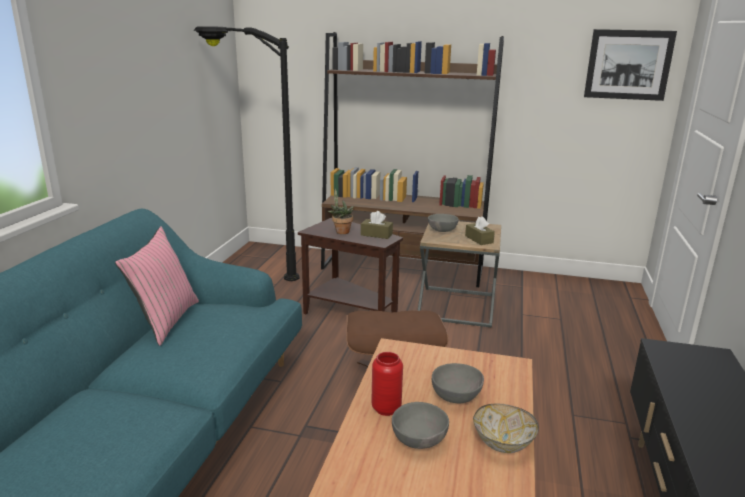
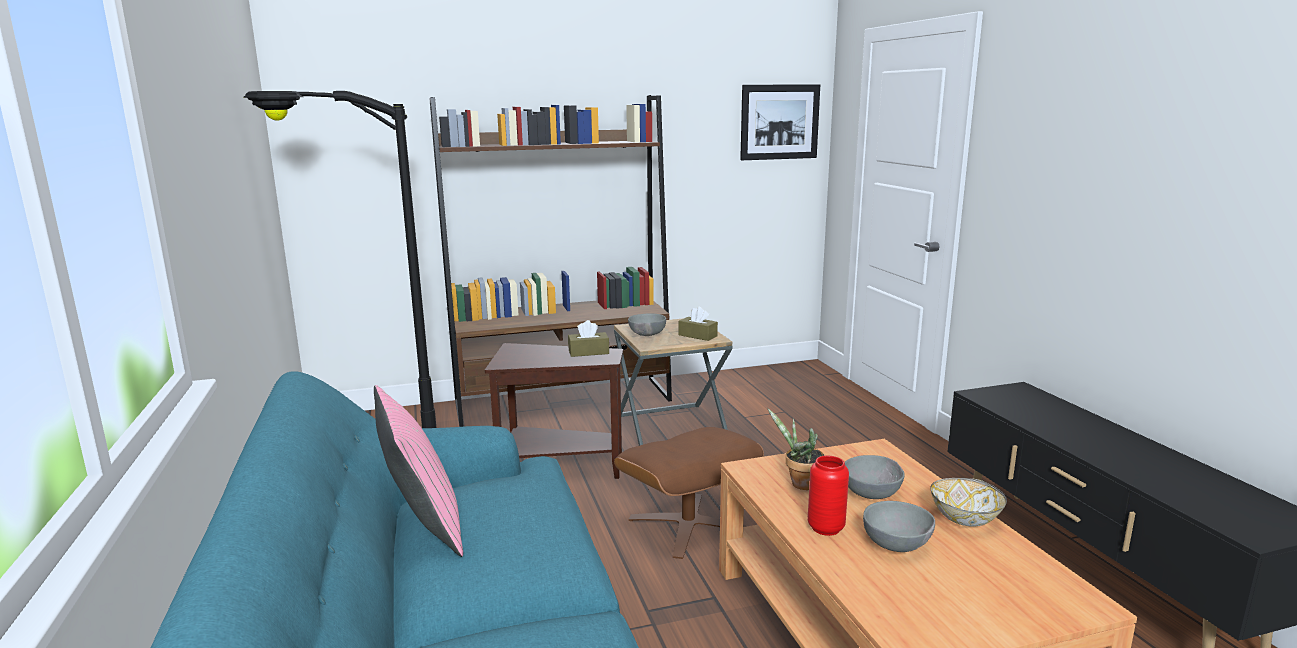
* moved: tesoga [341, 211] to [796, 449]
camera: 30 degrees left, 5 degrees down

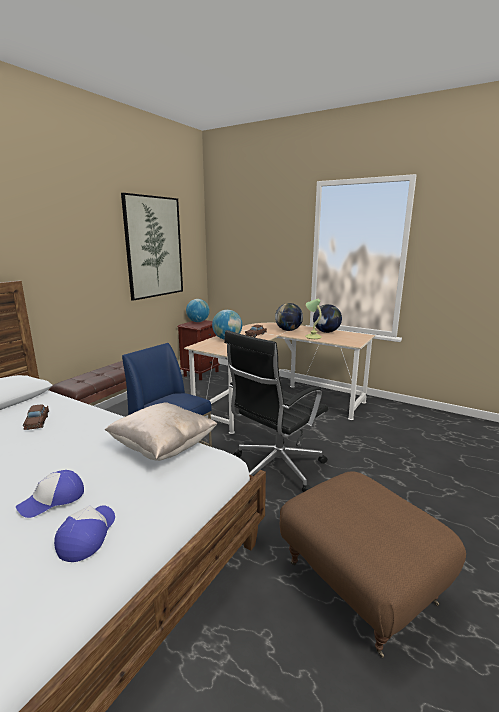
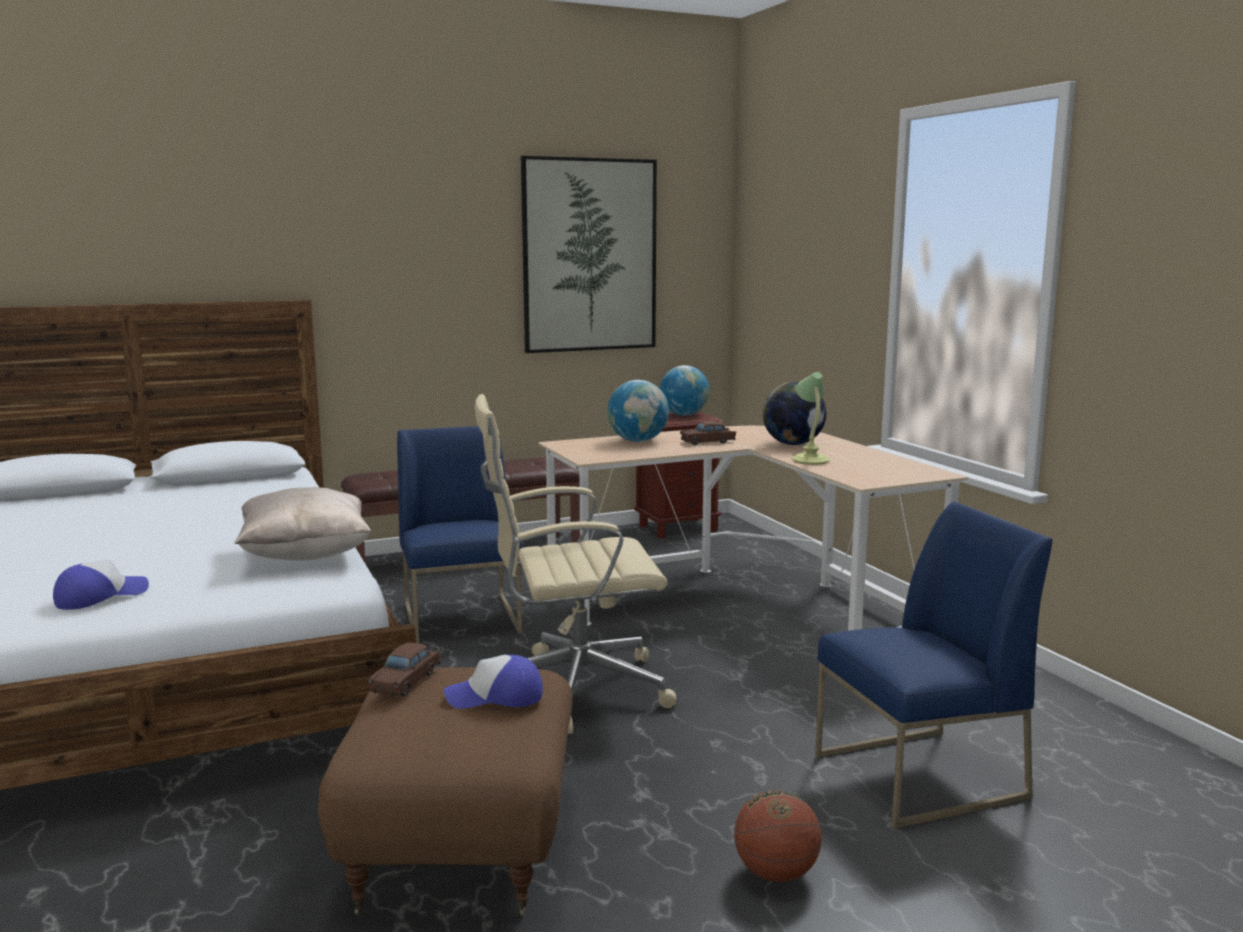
* removed: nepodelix [327, 318]
* recoloured: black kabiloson [276, 411] to beige kabiloson [575, 564]
* moved: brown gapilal [36, 417] to [404, 669]
* moved: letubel [50, 494] to [493, 681]
* added: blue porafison [934, 665]
* added: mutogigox [778, 836]
camera: 35 degrees right, 5 degrees down

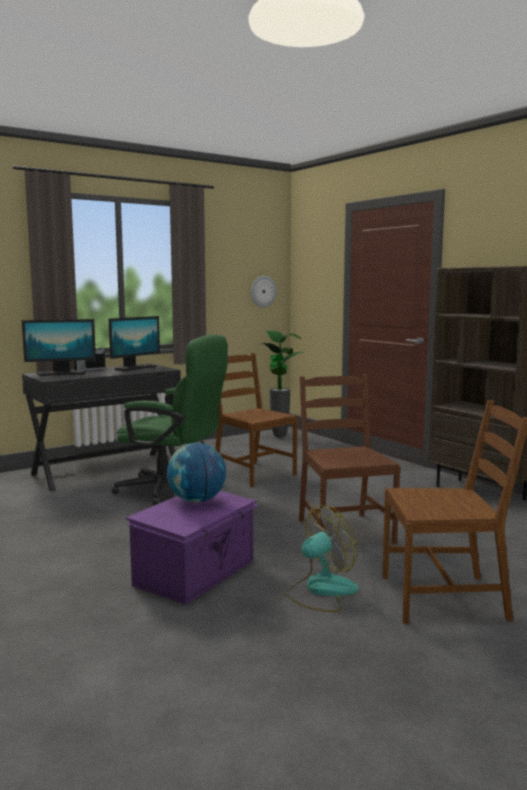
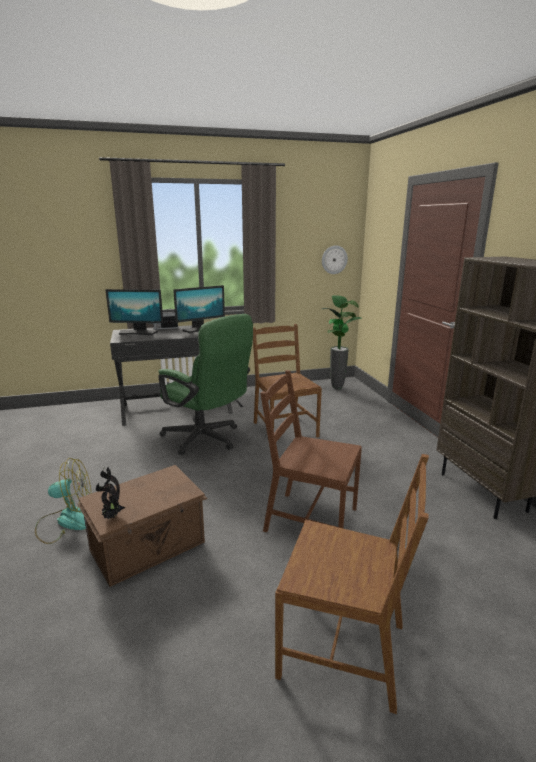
* turned: brown porafison [349, 459] = [311, 451] 75 degrees counterclockwise
* removed: nepodelix [196, 472]
* recoloured: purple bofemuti [192, 547] to brown bofemuti [142, 526]
* moved: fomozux [322, 558] to [63, 501]
* added: tesoga [110, 493]
camera: 20 degrees right, 10 degrees up

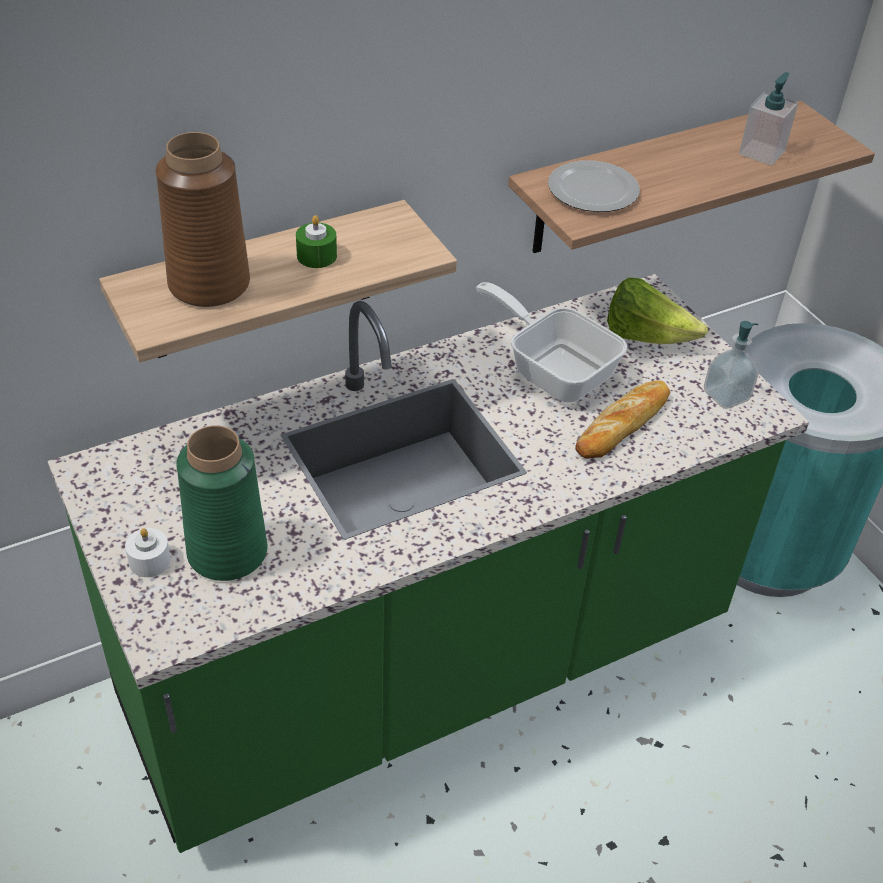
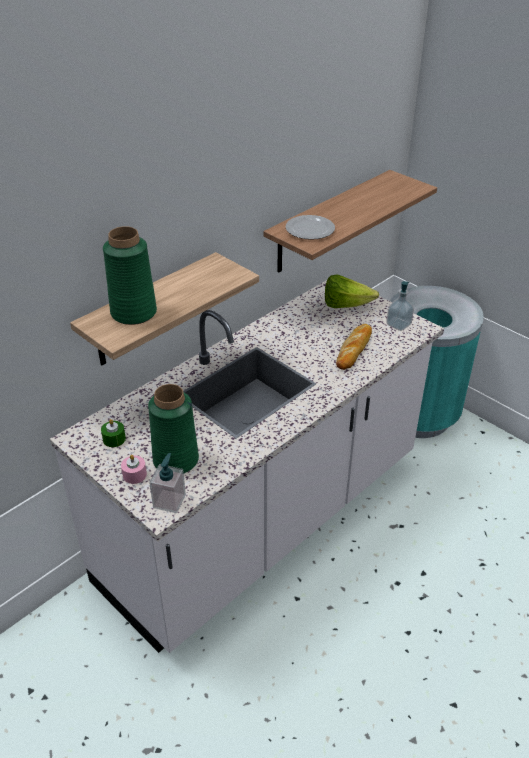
* moved: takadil [768, 119] to [167, 483]
* recoloured: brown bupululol [203, 219] to green bupululol [130, 275]
* moved: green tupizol [316, 241] to [113, 433]
* recoloured: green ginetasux [428, 563] to white ginetasux [247, 466]
* removed: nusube [551, 342]
* recoloured: white tupizol [148, 552] to pink tupizol [134, 469]
camera: 15 degrees left, 5 degrees down

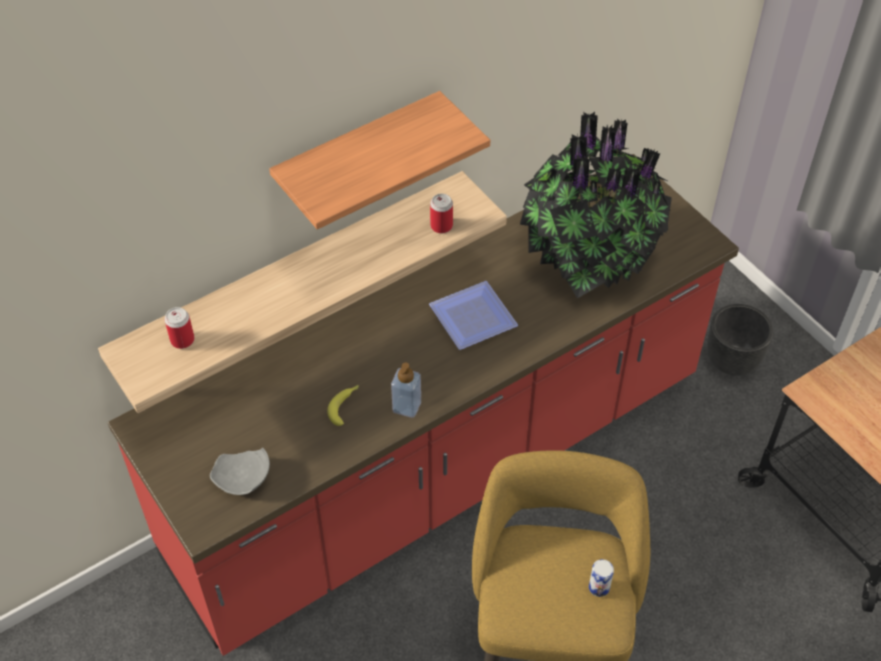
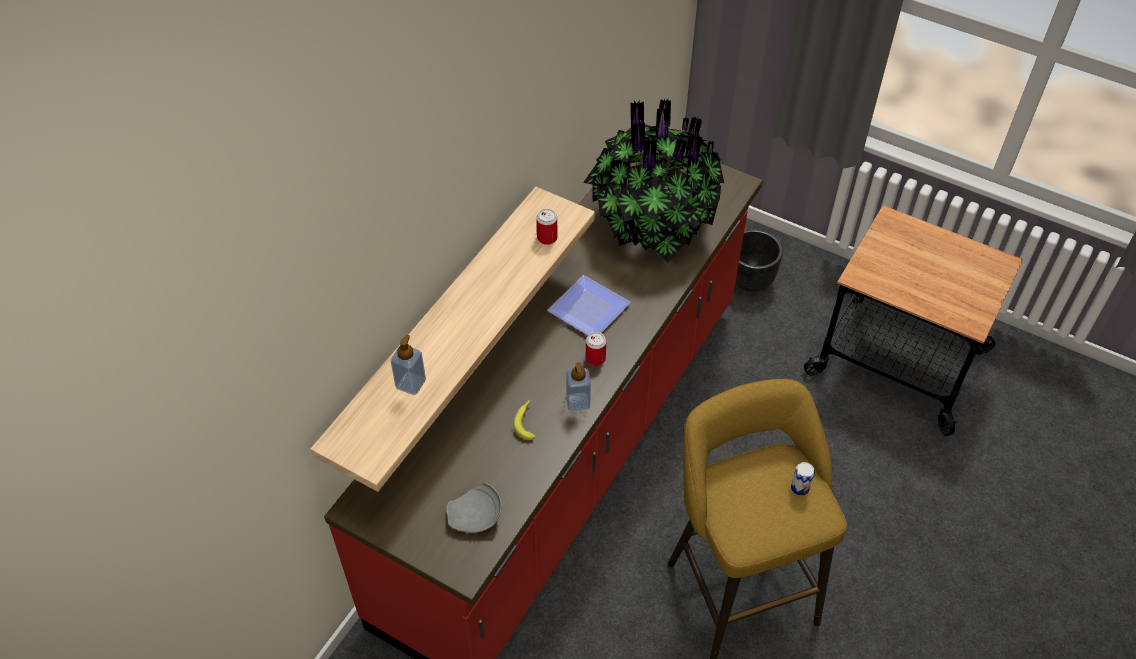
* removed: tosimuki [379, 160]
* moved: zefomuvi [180, 328] to [596, 349]
* added: takadil [408, 365]
camera: 25 degrees left, 0 degrees up

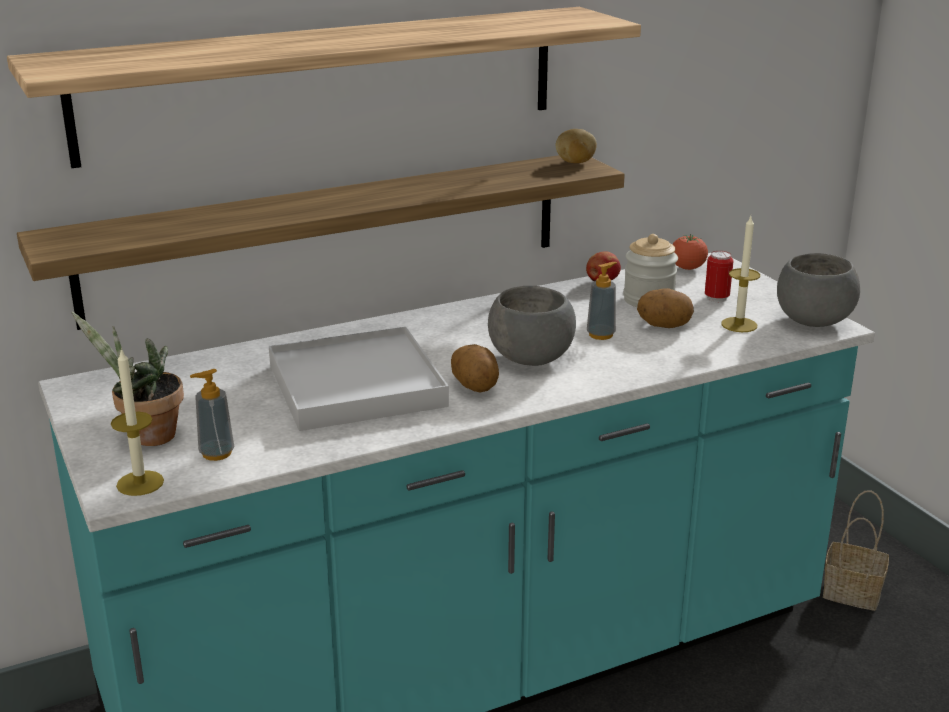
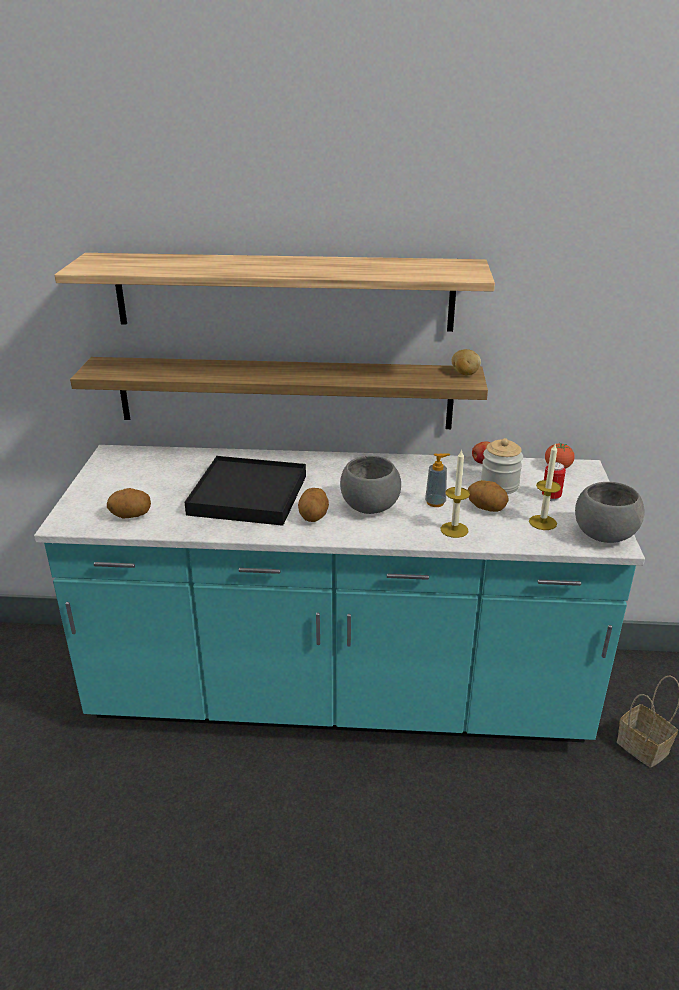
* removed: tesoga [128, 379]
* recoloured: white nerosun [359, 379] to black nerosun [245, 491]
* moved: tupizol [137, 422] to [455, 493]
* replaced: takadil [212, 415] to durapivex [129, 503]
camera: 30 degrees right, 5 degrees up

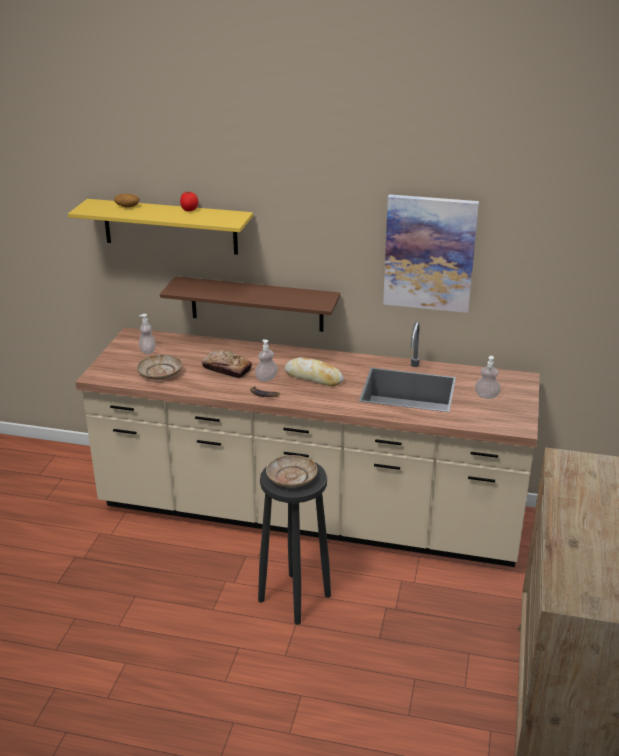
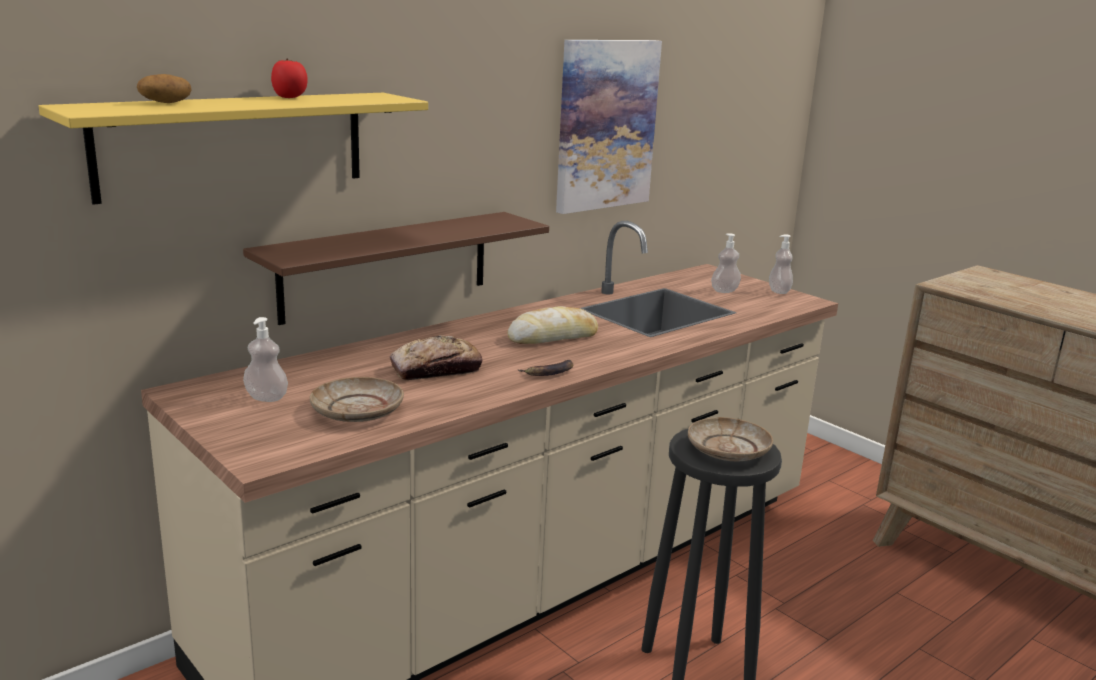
* moved: takadil [266, 360] to [781, 264]
camera: 55 degrees left, 10 degrees down

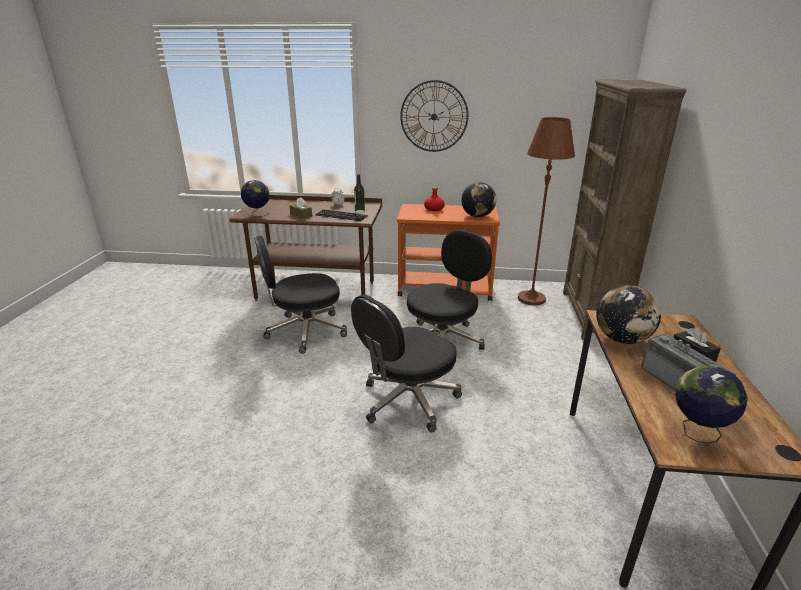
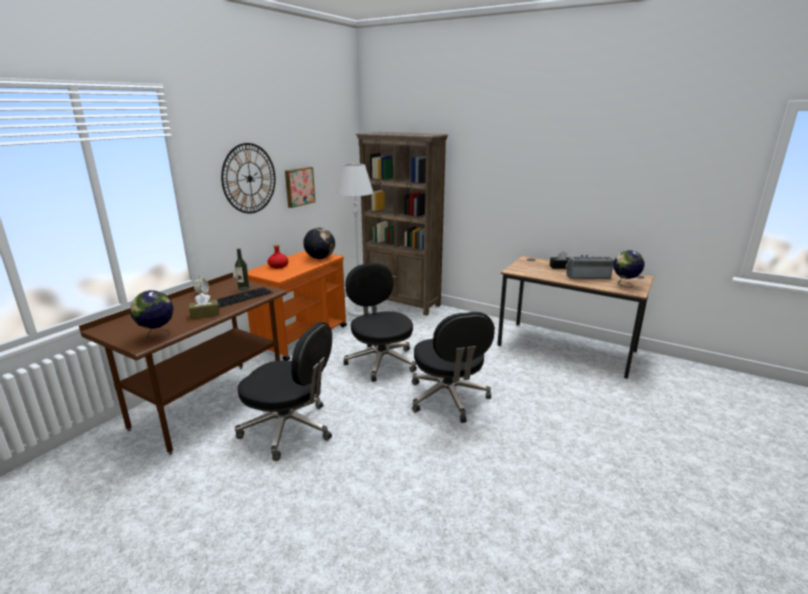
* recoloured: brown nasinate [546, 211] to white nasinate [354, 240]
* turned: black kabiloson [300, 294] = [283, 391] 75 degrees counterclockwise
* removed: nepodelix [628, 314]
* added: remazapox [300, 187]
camera: 65 degrees left, 5 degrees down

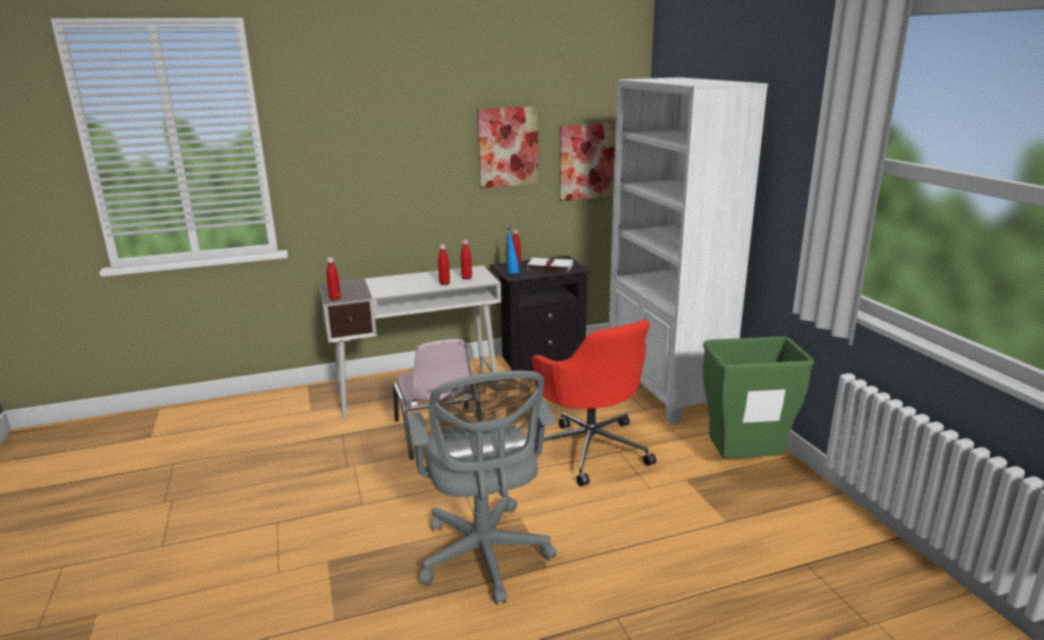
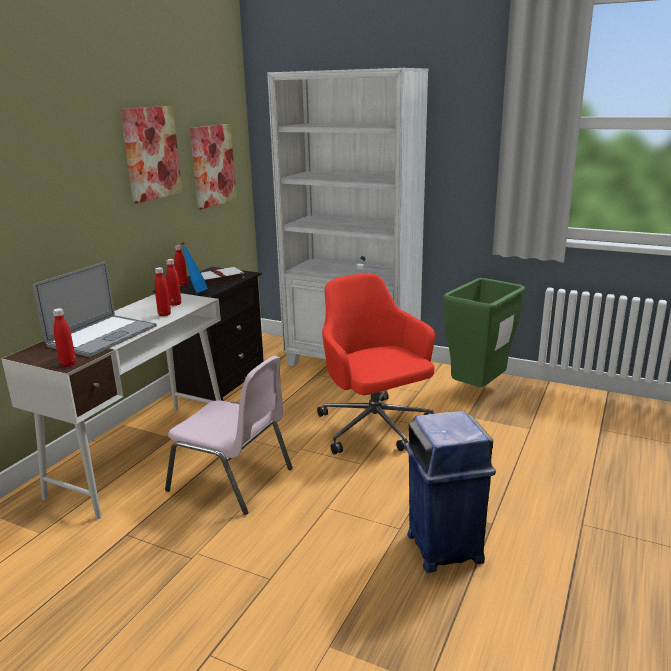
* turned: red kabiloson [594, 403] = [376, 364] 135 degrees counterclockwise
* replaced: grey kabiloson [482, 488] to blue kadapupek [450, 491]
* added: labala [95, 309]
camera: 45 degrees left, 0 degrees up

